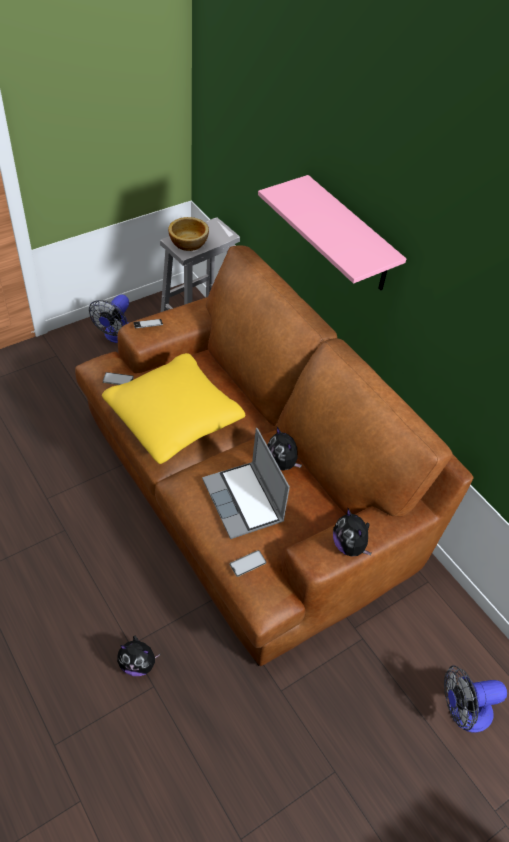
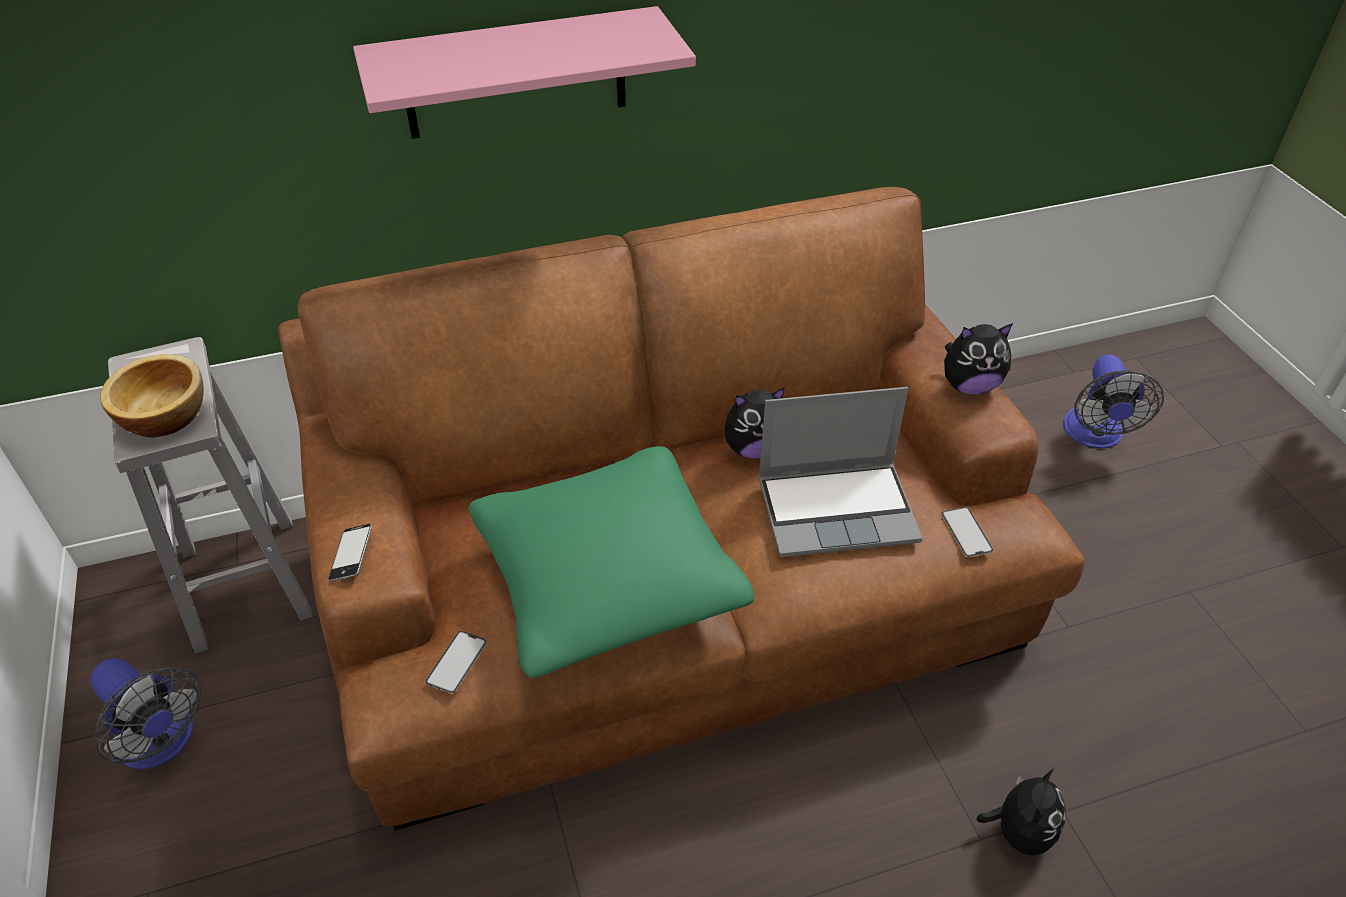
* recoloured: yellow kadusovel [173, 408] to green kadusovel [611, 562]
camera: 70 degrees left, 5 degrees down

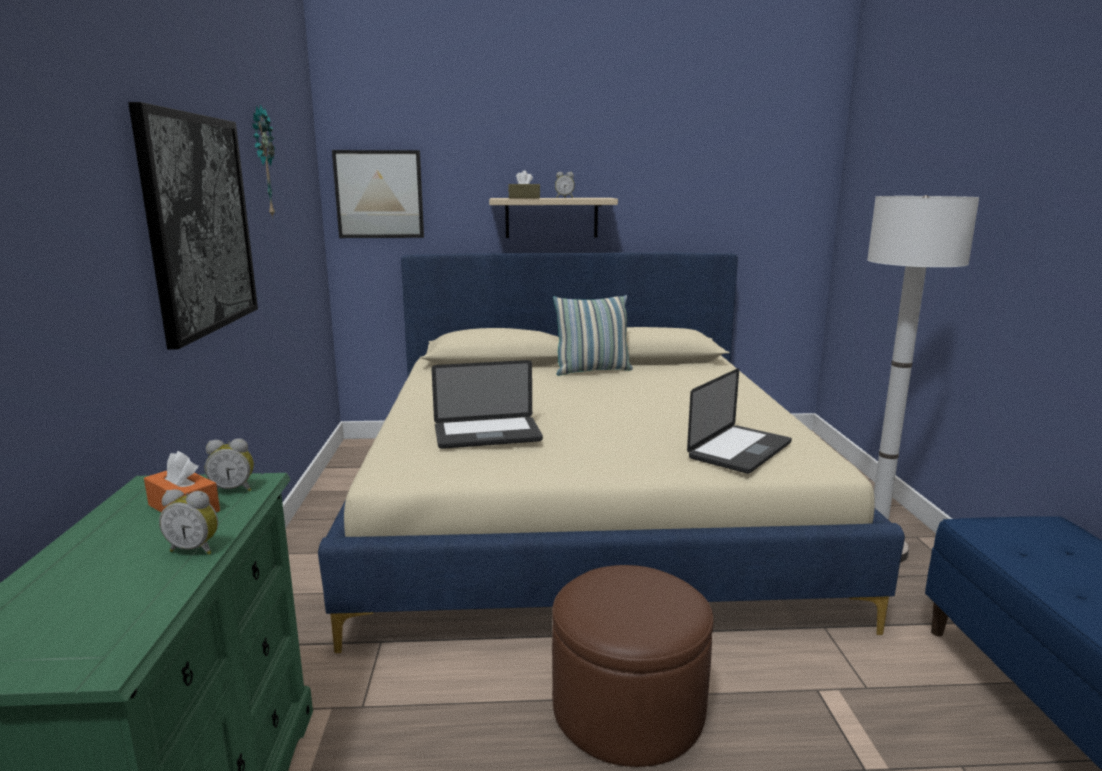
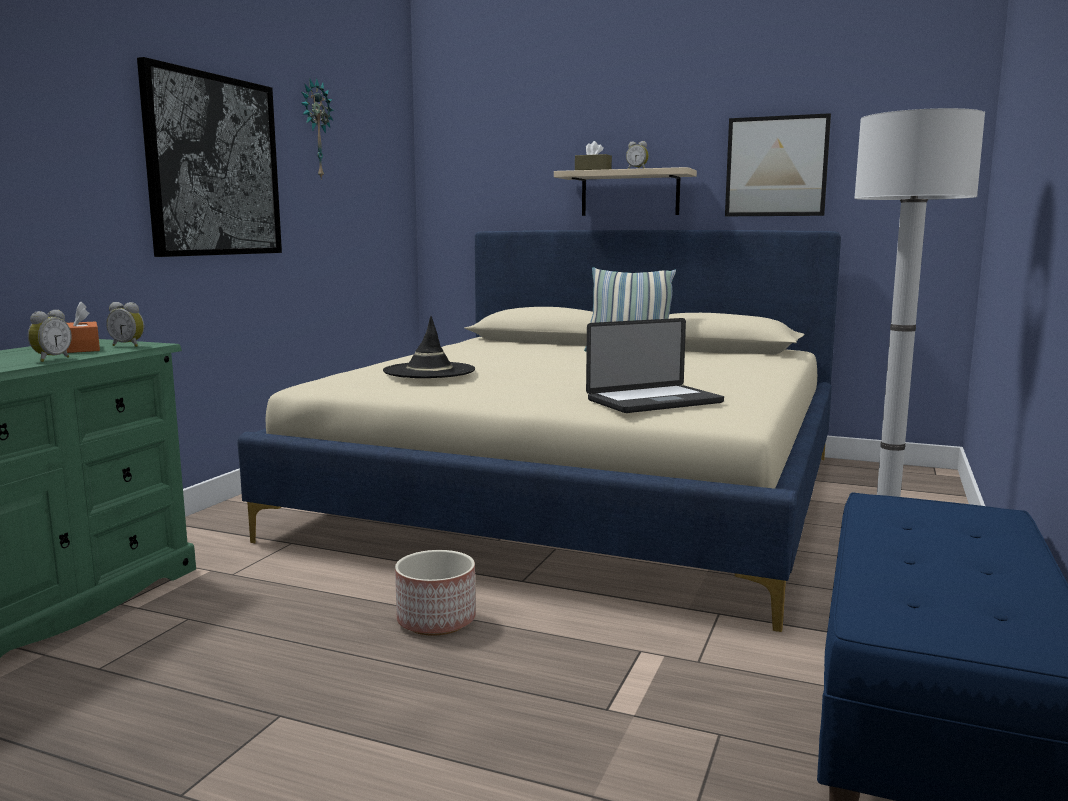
* moved: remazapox [378, 194] to [778, 164]
* replaced: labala [487, 404] to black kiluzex [429, 347]
* turned: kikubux [188, 522] = [49, 336] 105 degrees counterclockwise
* replaced: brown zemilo [633, 666] to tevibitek [435, 593]
camera: 25 degrees right, 5 degrees down

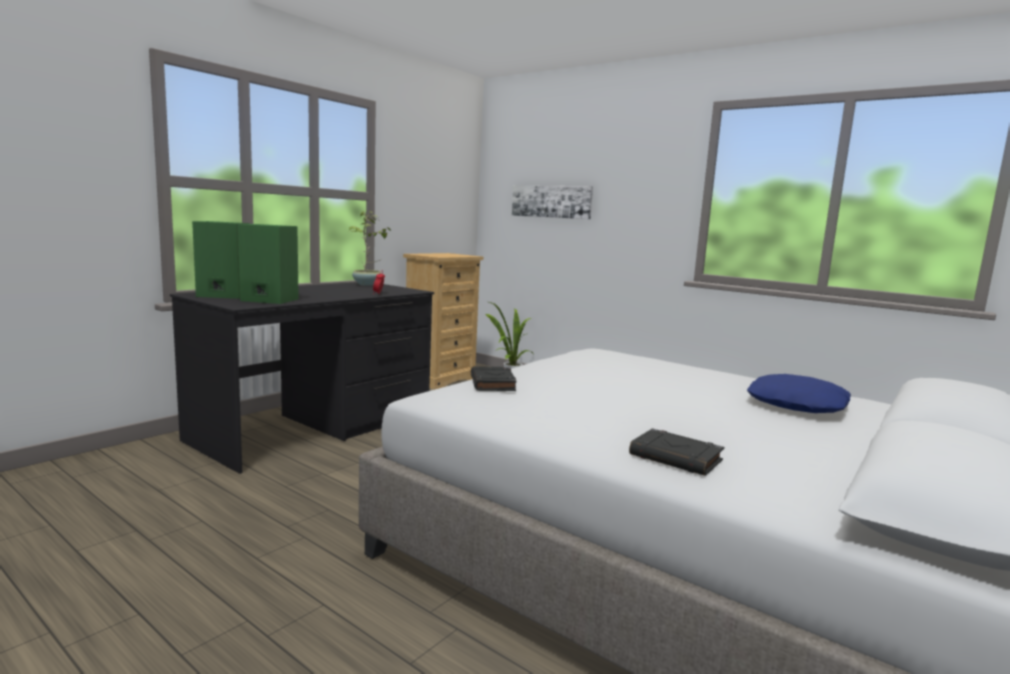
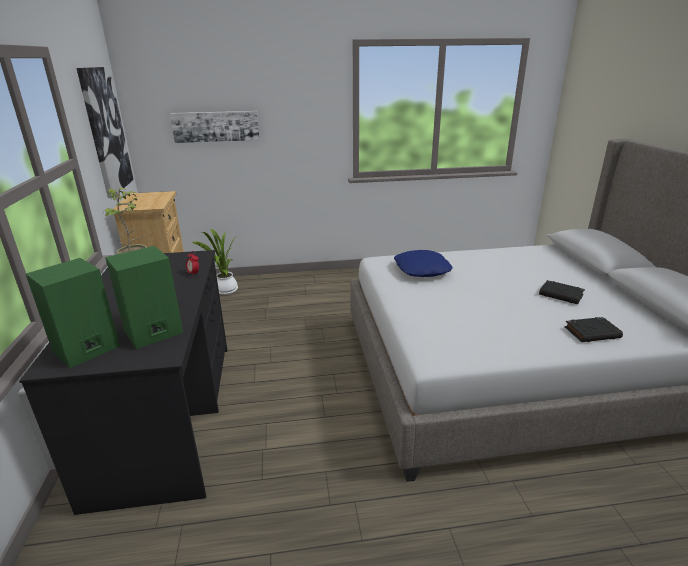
* moved: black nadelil [494, 378] to [562, 292]
* moved: blue kadusovel [799, 393] to [423, 263]
* added: remazapox [105, 132]
camera: 45 degrees left, 15 degrees up

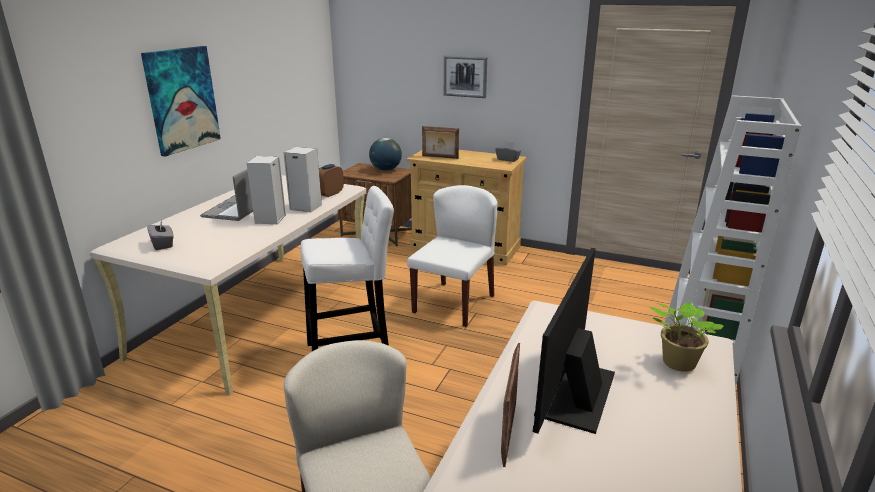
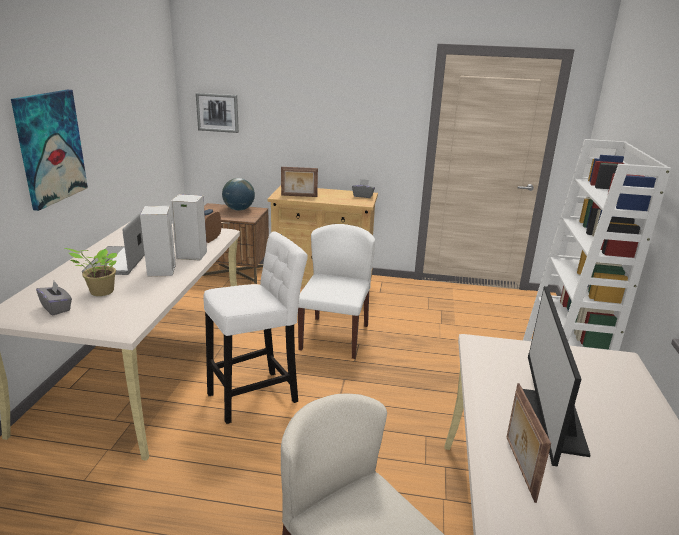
* moved: remazapox [465, 76] to [217, 113]
* moved: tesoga [686, 337] to [91, 272]
camera: 15 degrees left, 0 degrees up

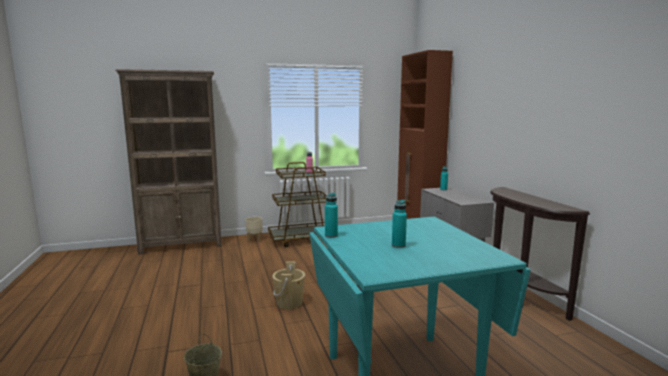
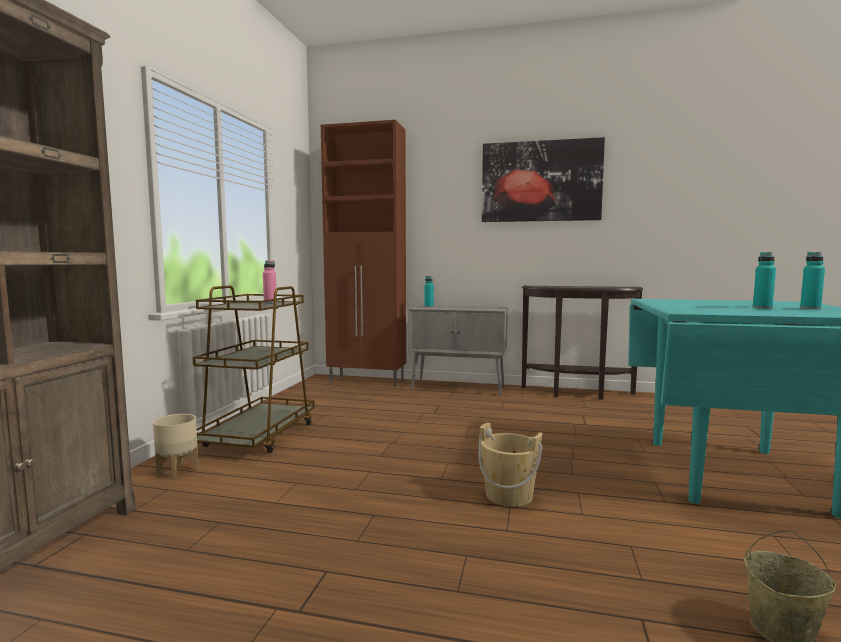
* moved: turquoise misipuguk [331, 215] to [812, 280]
* added: remazapox [543, 179]
camera: 60 degrees left, 5 degrees down

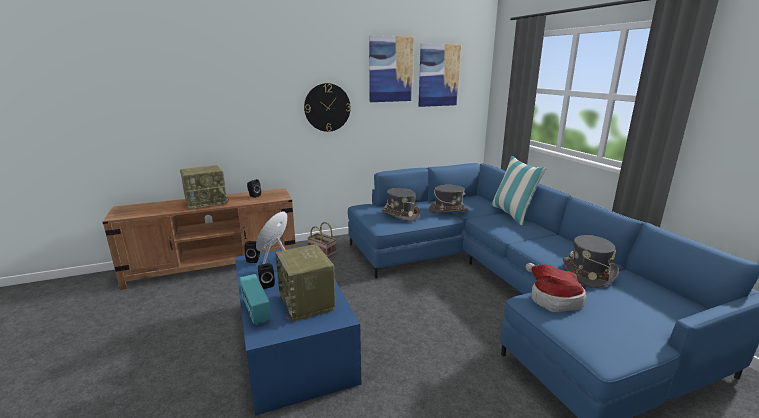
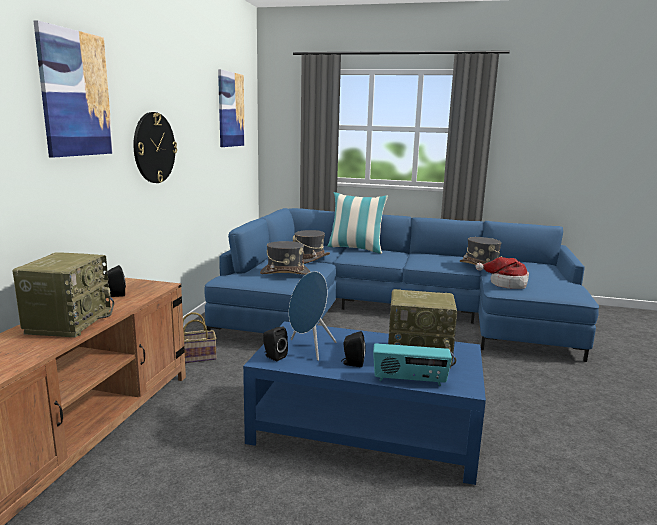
* moved: remazapox [391, 69] to [73, 89]
camera: 55 degrees left, 5 degrees down

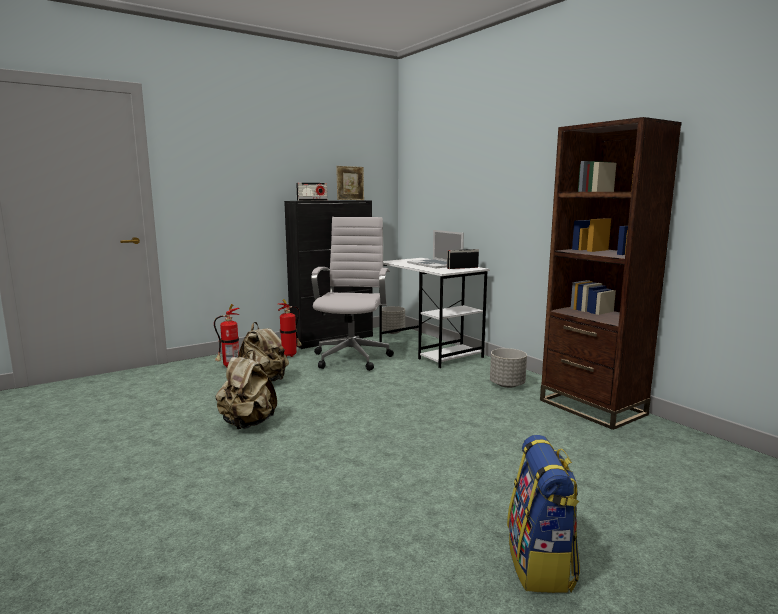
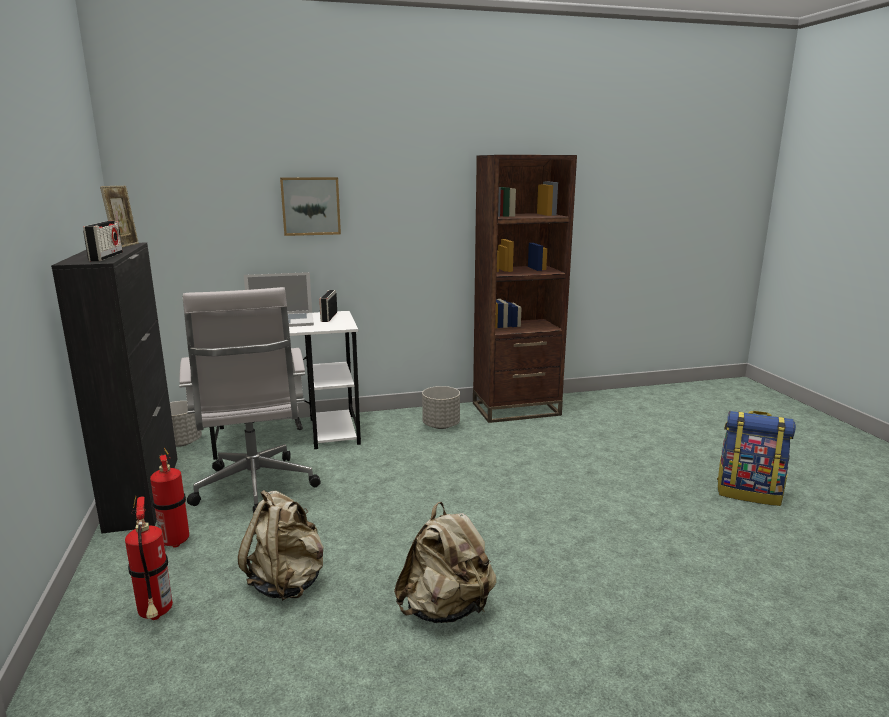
* turned: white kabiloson [352, 294] = [250, 400] 135 degrees counterclockwise
* added: remazapox [310, 206]
camera: 70 degrees left, 5 degrees up

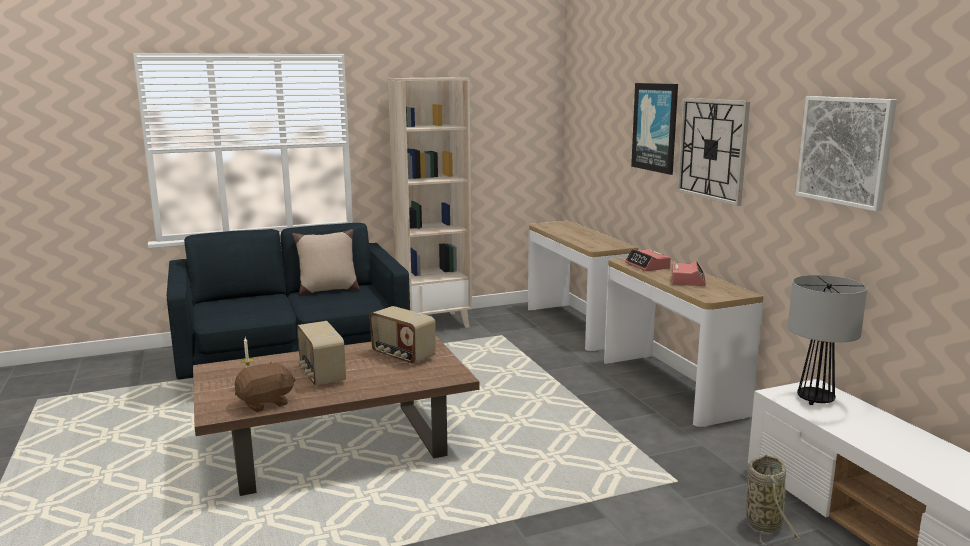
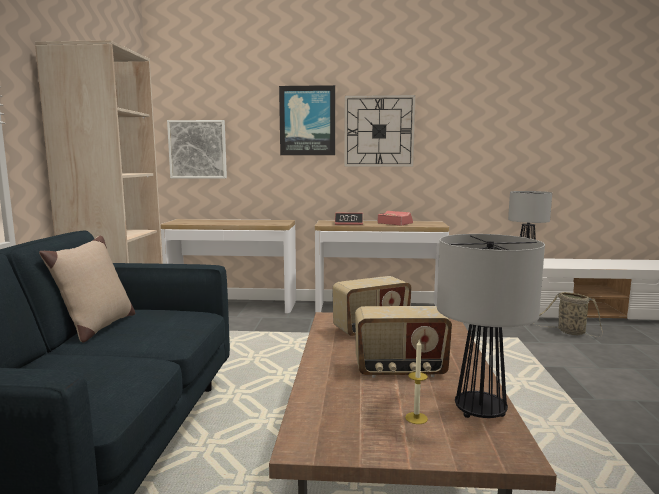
* moved: remazapox [846, 153] to [197, 149]
* replaced: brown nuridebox [265, 386] to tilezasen [491, 326]
camera: 65 degrees left, 5 degrees down

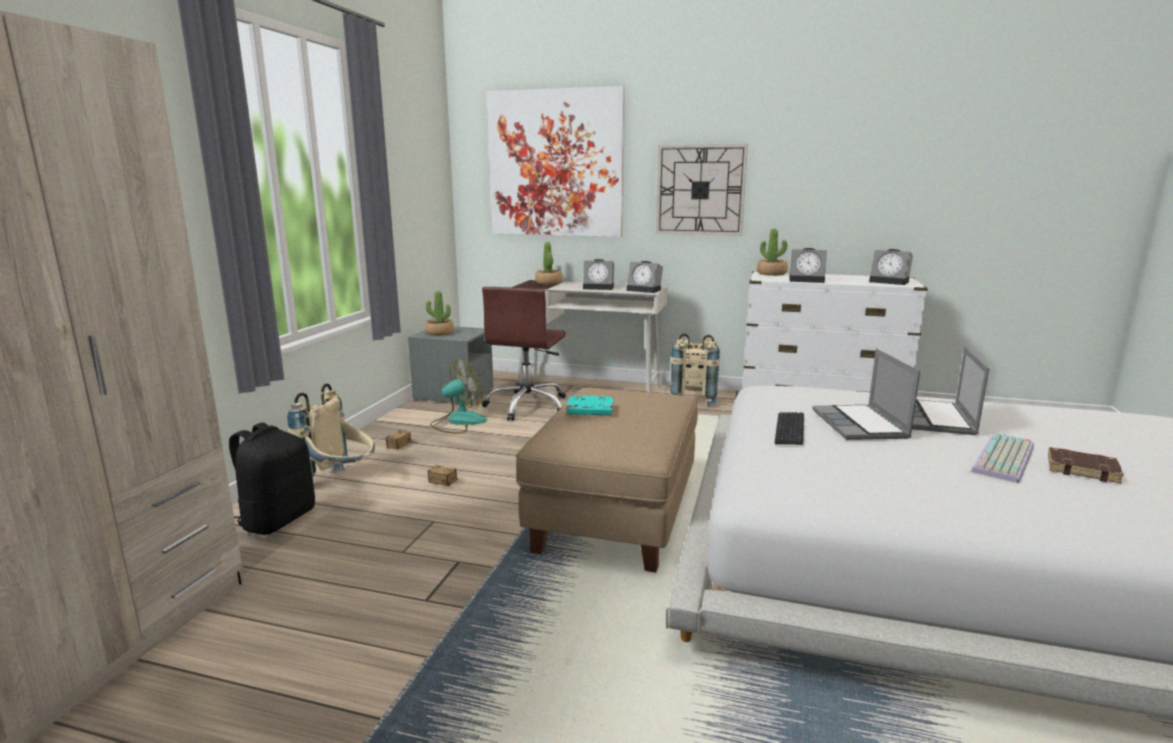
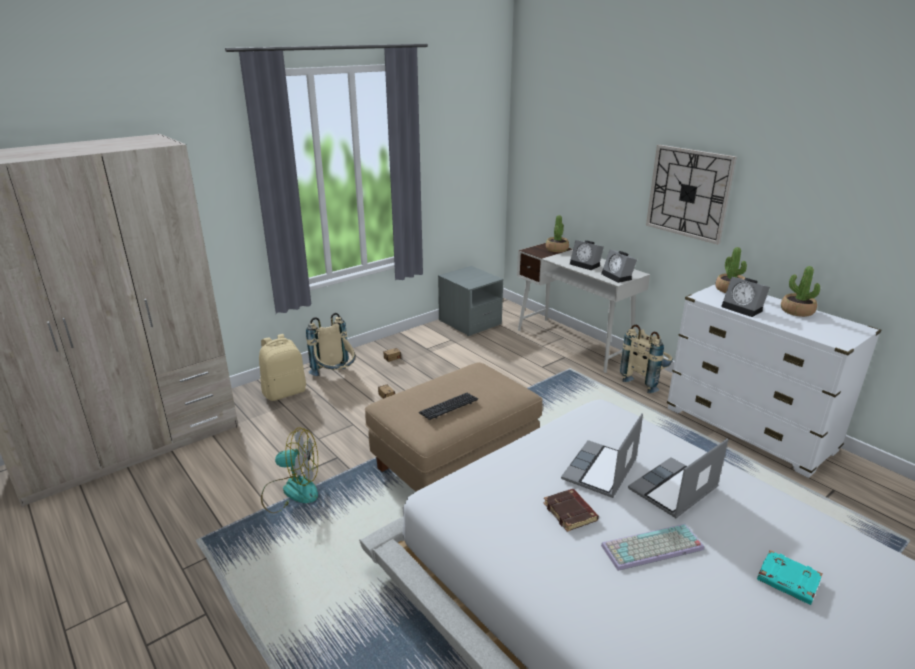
* removed: remazapox [556, 161]
* removed: kikubux [891, 267]
* removed: brown kabiloson [524, 354]
* moved: tesoga [439, 313] to [800, 291]
* moved: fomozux [458, 396] to [289, 470]
* moved: turquoise nadelil [589, 405] to [790, 577]
* moved: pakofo [789, 428] to [448, 406]
* recoloured: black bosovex [272, 478] to beige bosovex [282, 367]
* moved: brown nadelil [1086, 465] to [571, 510]
camera: 35 degrees right, 10 degrees up

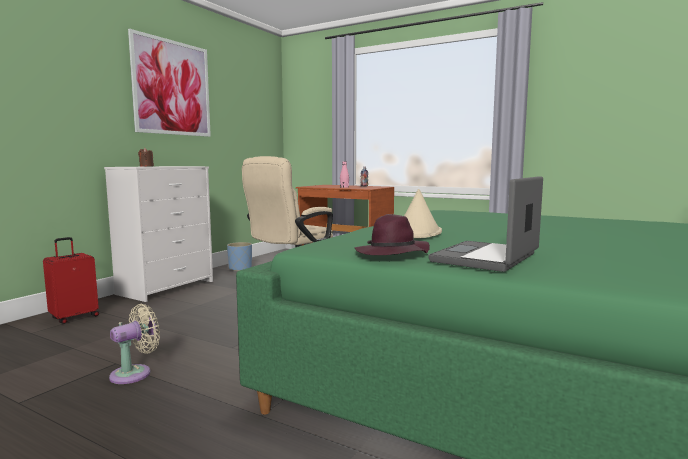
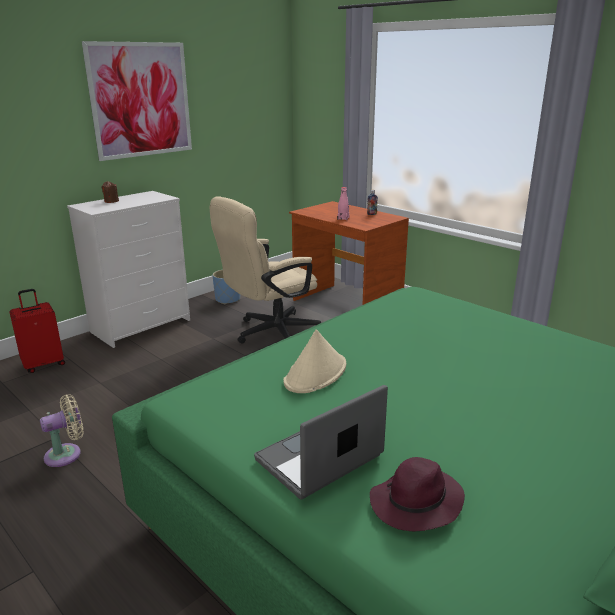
* moved: purple kiluzex [392, 234] to [417, 494]
camera: 15 degrees right, 15 degrees up

